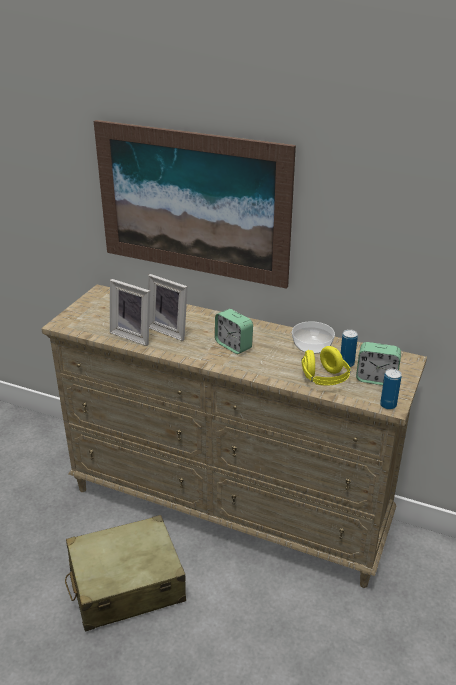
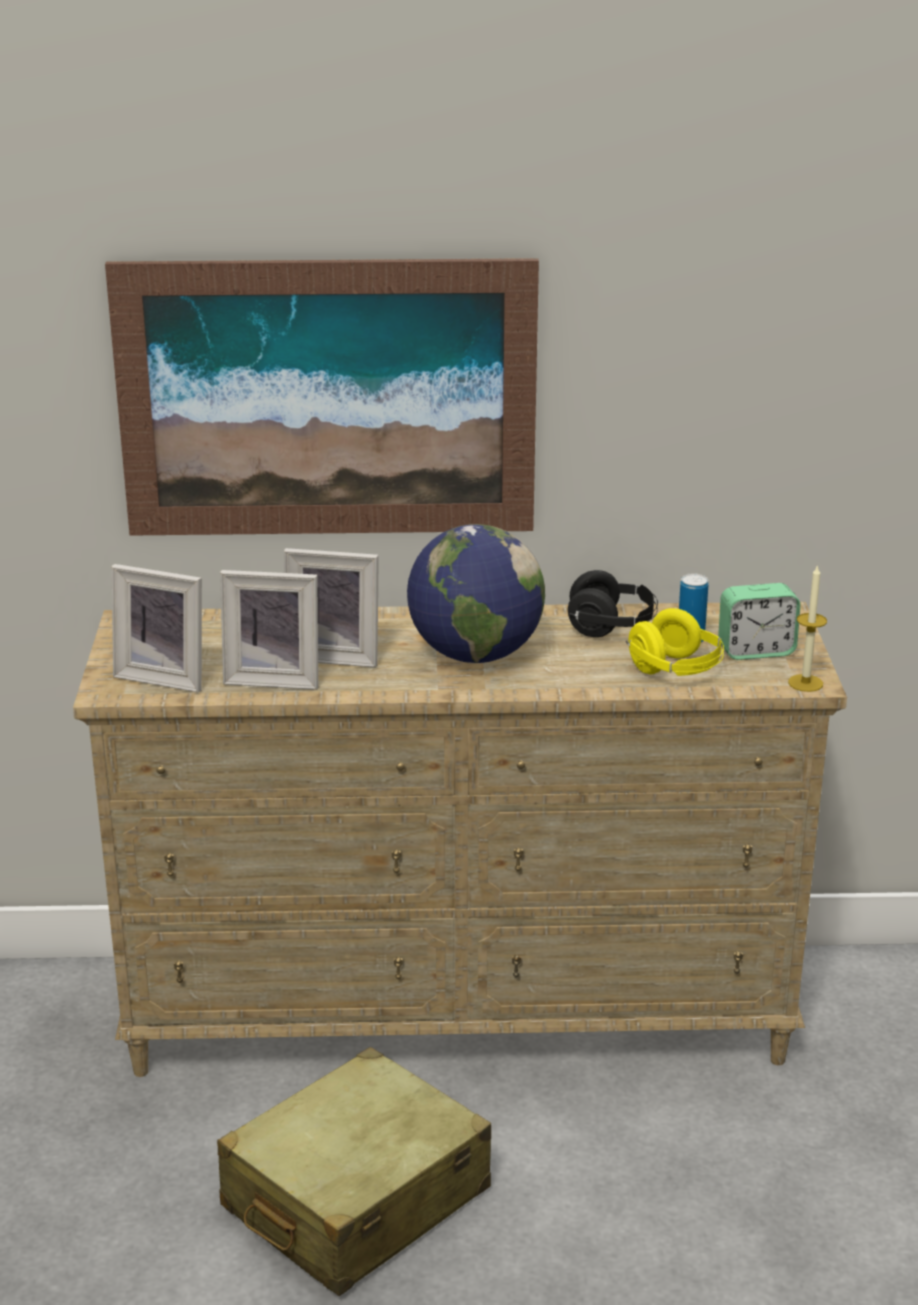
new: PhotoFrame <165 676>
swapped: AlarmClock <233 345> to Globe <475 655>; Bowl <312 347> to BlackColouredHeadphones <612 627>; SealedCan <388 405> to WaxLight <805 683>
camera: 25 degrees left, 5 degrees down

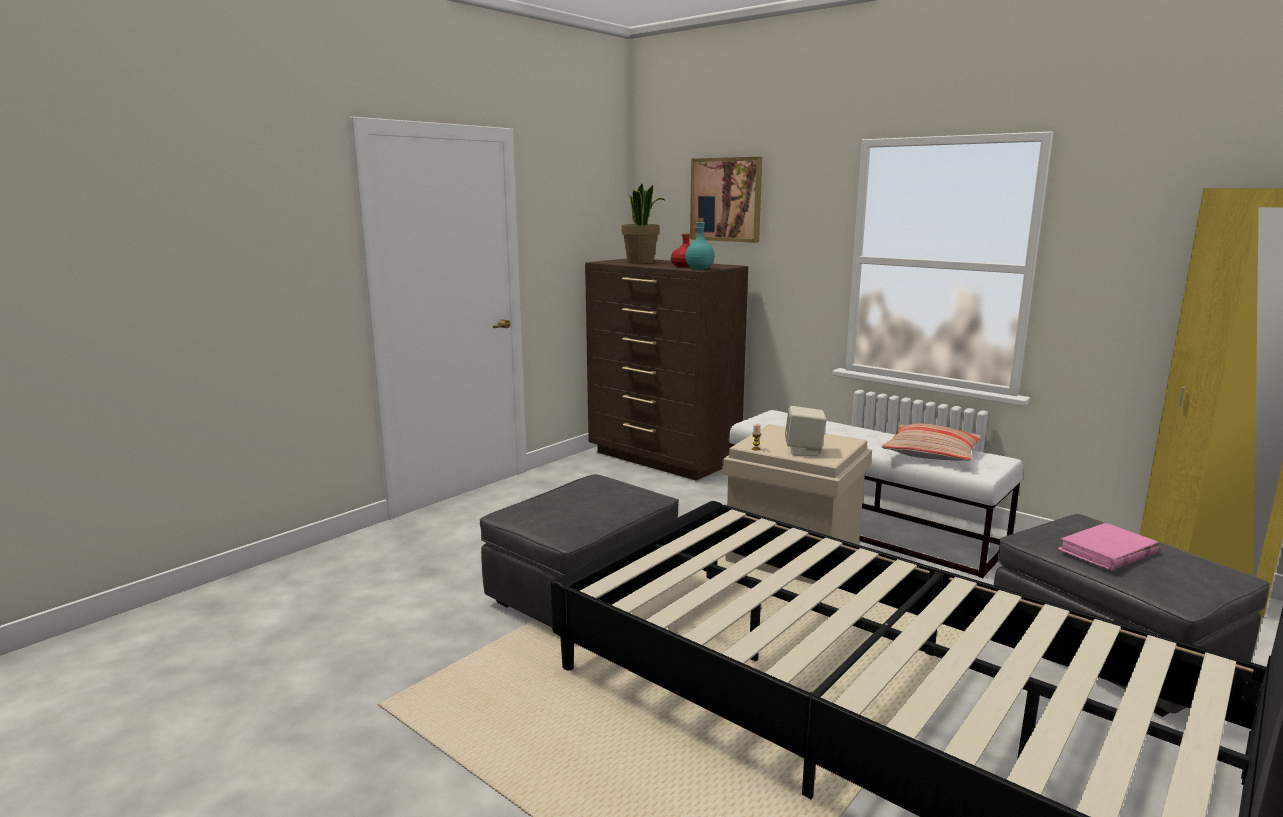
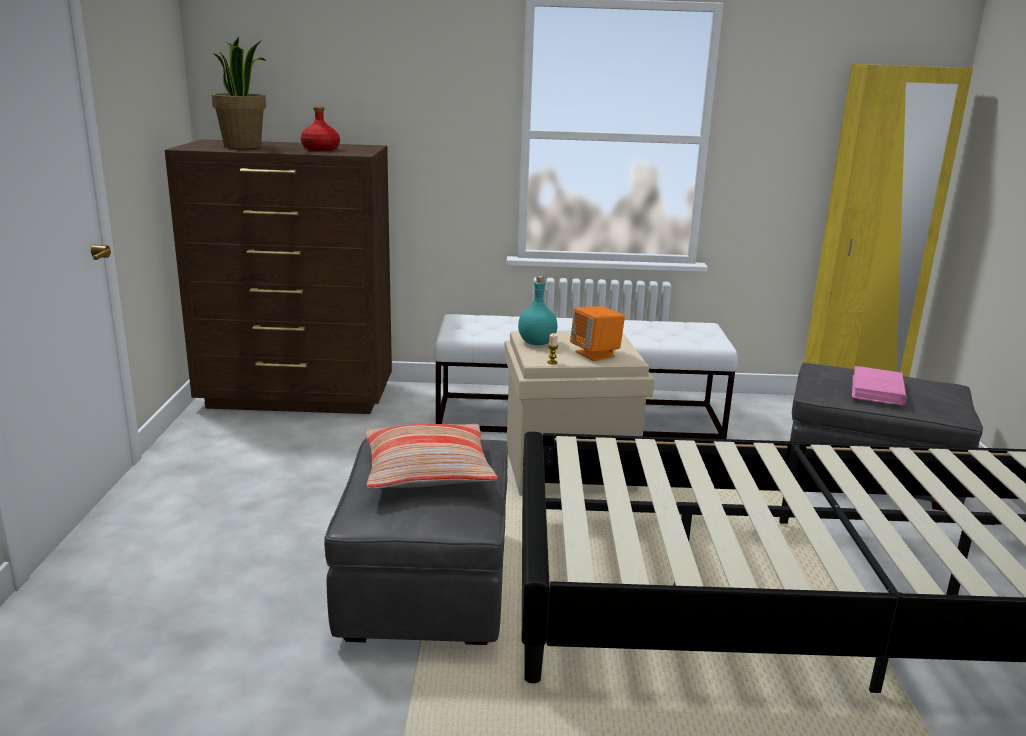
gone: WallArt <726 199>
shifted: ThrowPillow <931 454> to <427 471>; BlueGreenBeverageBottle <700 269> to <537 343>
repainted: BeigeColouredAudioSpeaker <804 451> to OrangeAudioSpeaker <596 354>
camera: 40 degrees left, 5 degrees up

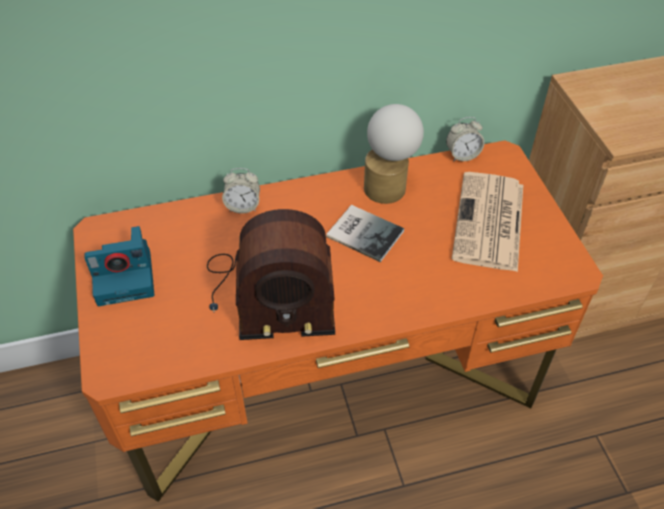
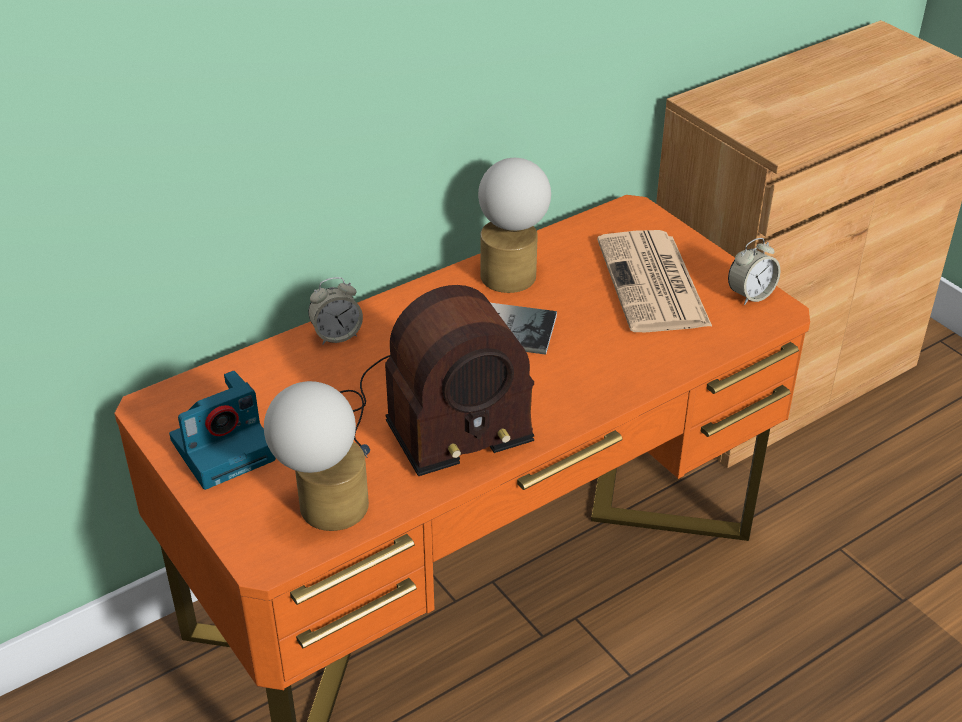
new: TabletopLamp <323 506>
shifted: AlarmClock <462 155> to <750 295>
camera: 20 degrees left, 10 degrees down

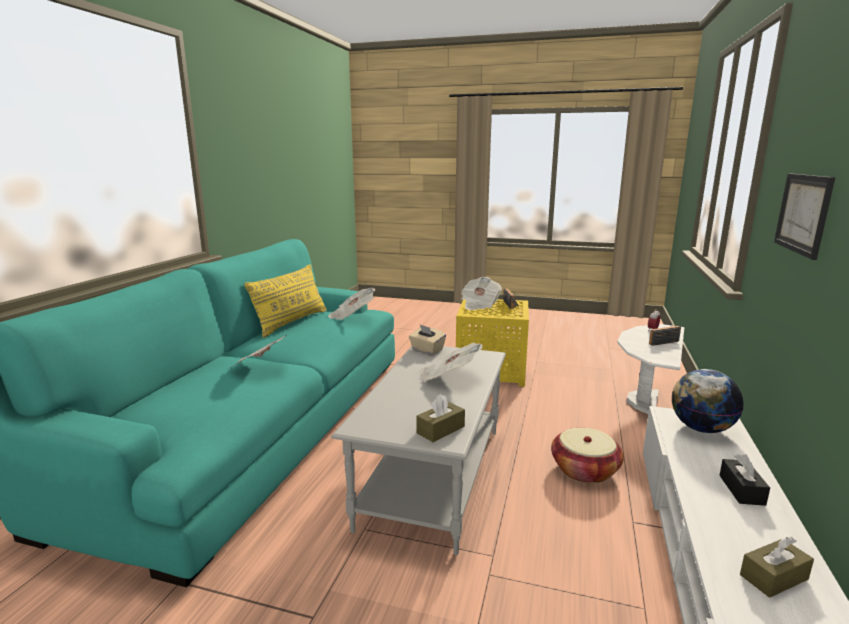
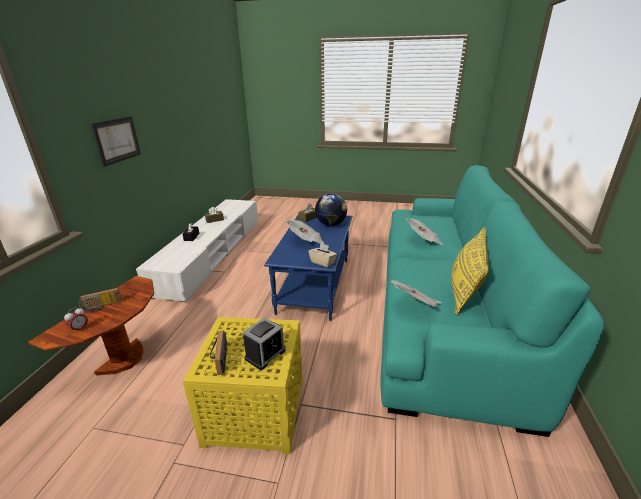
gone: HouseholdBasket <584 470>
shifted: Globe <701 428> to <331 224>
swapped: DailyPaper <479 305> to AlarmClock <265 354>
repainted: WhitishAccentTable <645 402> to BrownAccentTable <124 359>; GreyishCoffeeTable <432 475> to BlueCoffeeTable <315 285>
camera: 175 degrees right, 10 degrees up

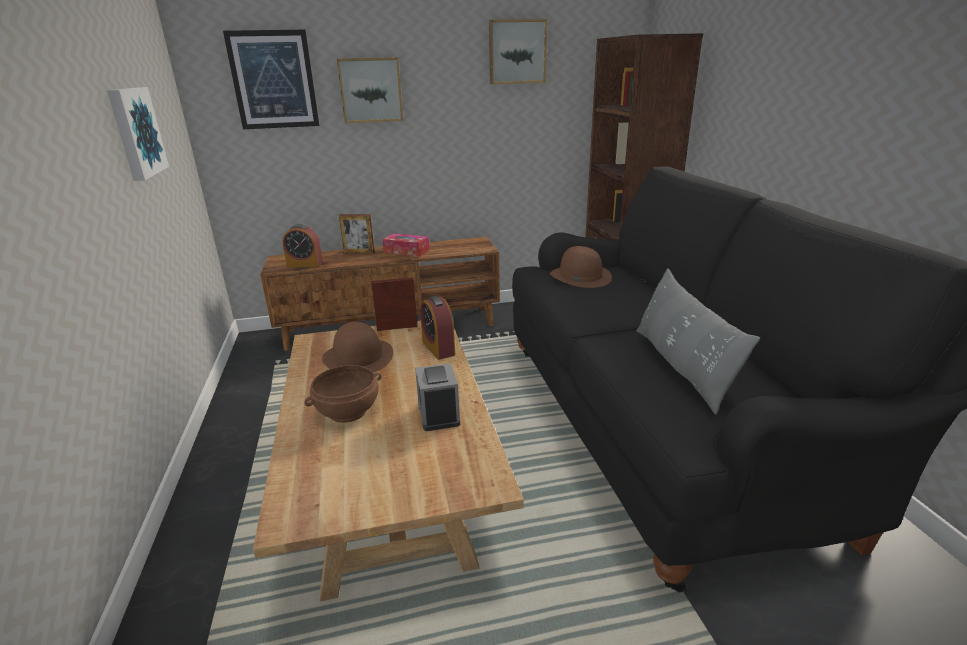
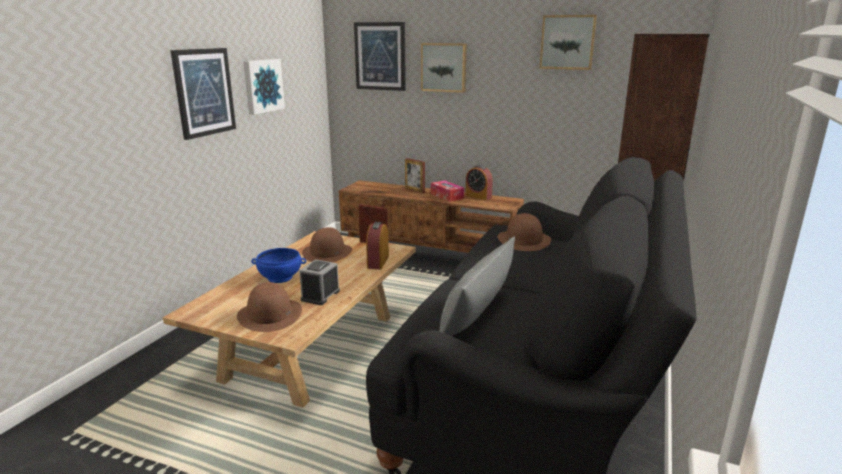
new: WallArt <204 92>; BrownClothingHat <270 315>
shifted: AlarmClock <305 264> to <478 196>
repainted: BrownBowl <348 412> to BlueBowl <280 278>
camera: 35 degrees right, 5 degrees down

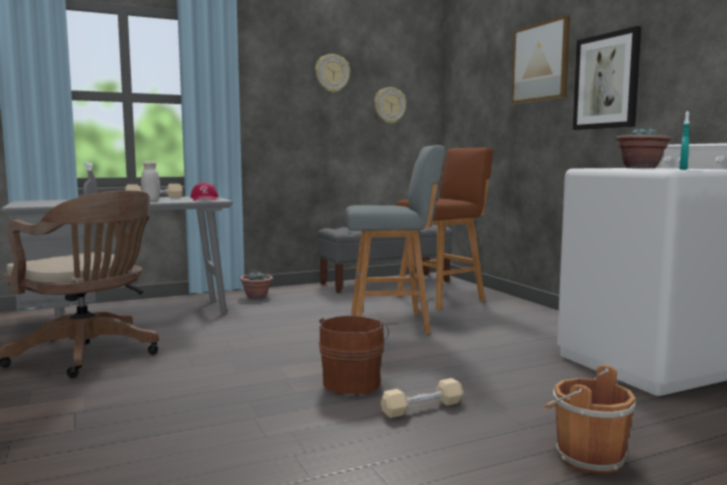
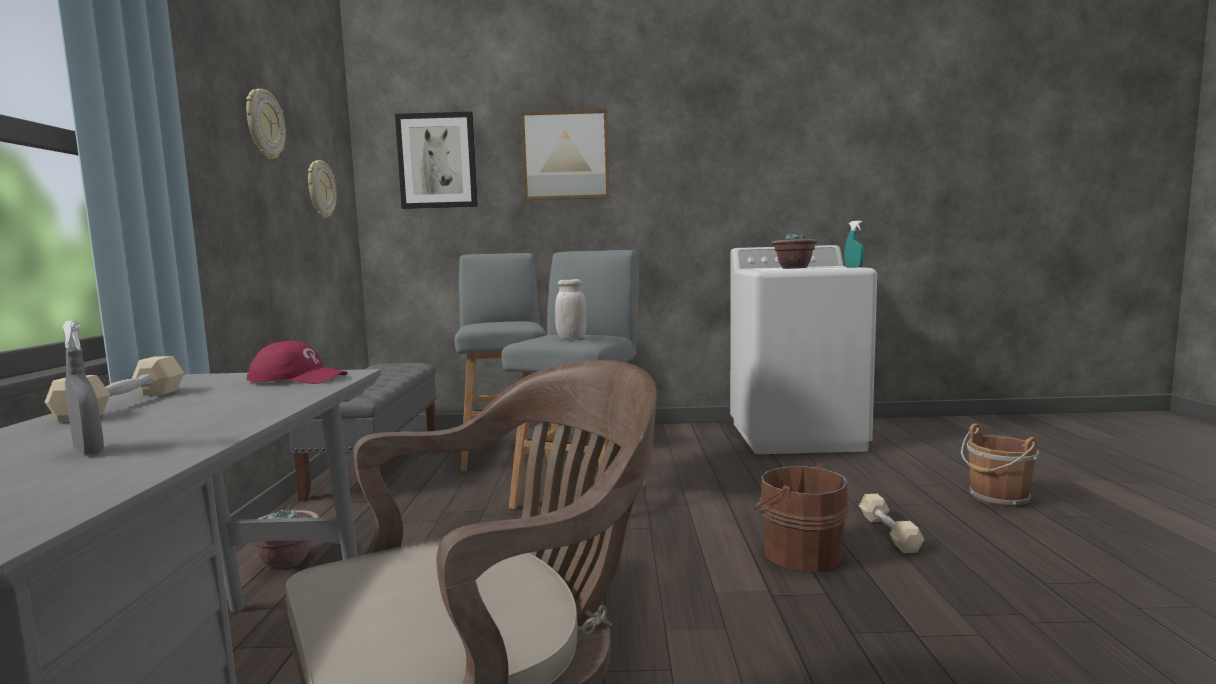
shifted: WallArt <606 81> to <437 161>; WhitishJar <151 200> to <571 338>
repainted: BrownStoolSeat <442 298> to GreyishStoolSeat <507 453>
camera: 65 degrees left, 0 degrees up

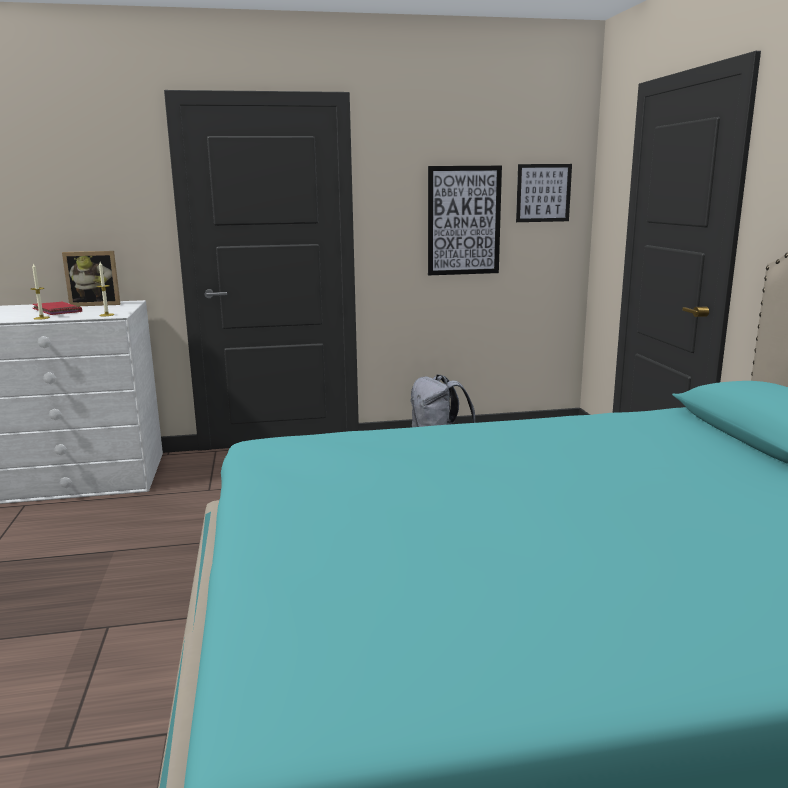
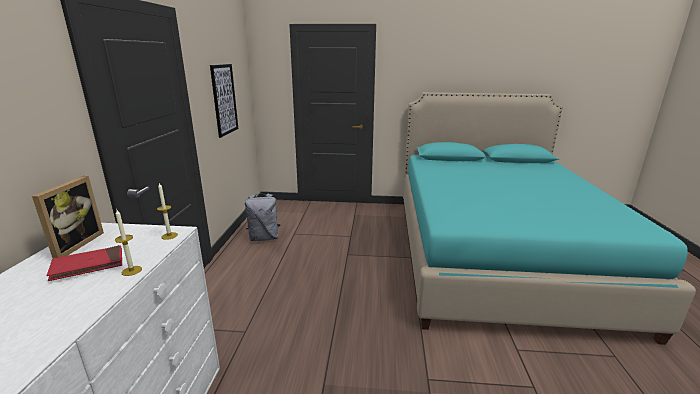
gone: WallArt <543 193>
camera: 75 degrees left, 5 degrees up

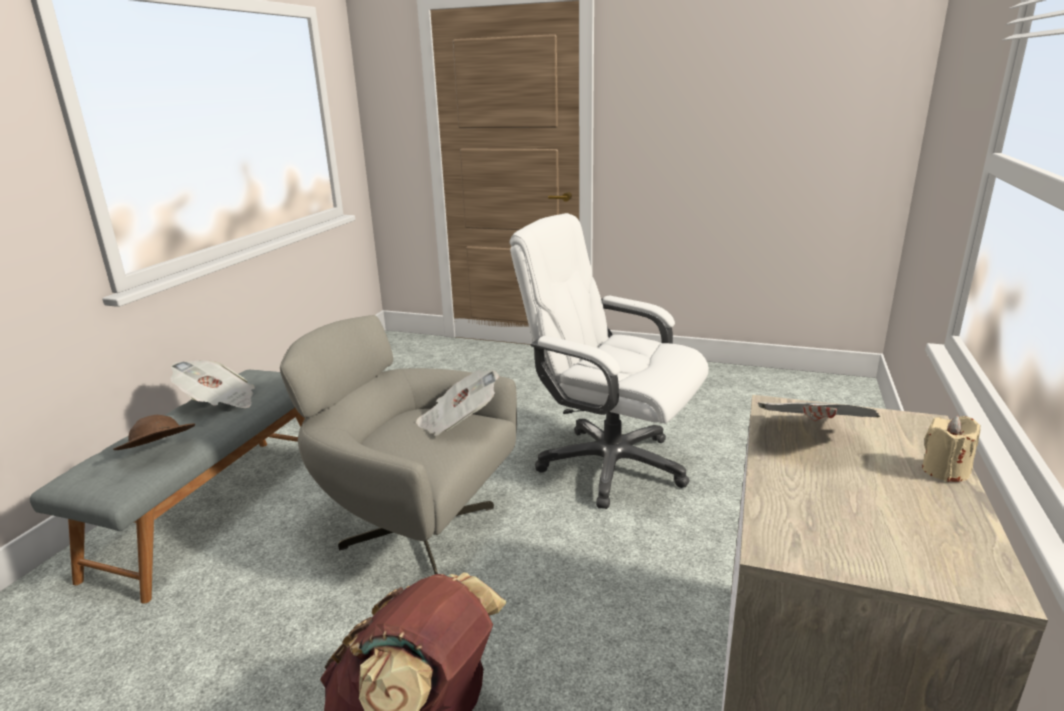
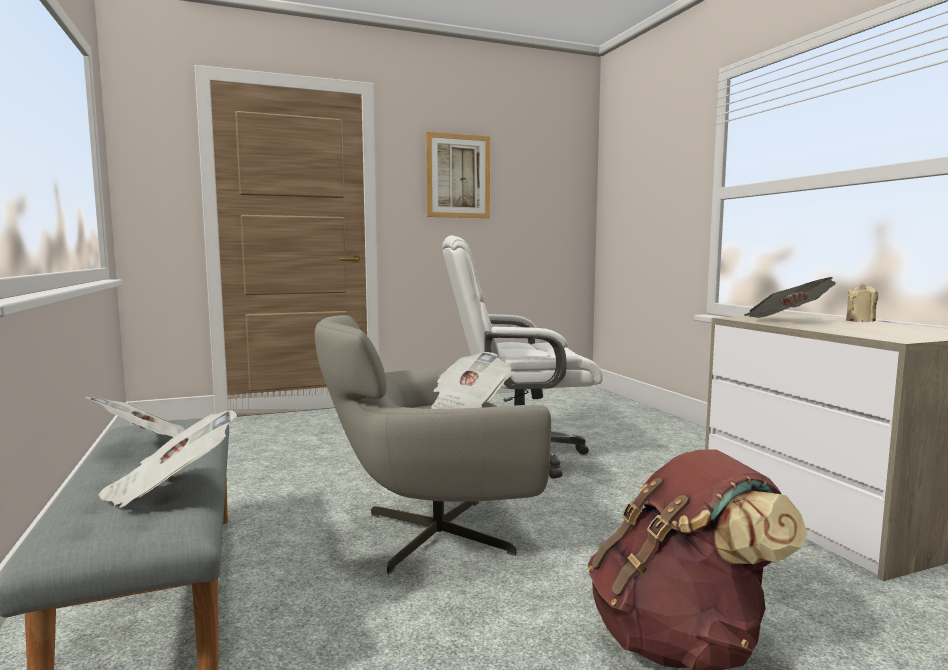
new: WallArt <458 176>
swapped: BrownClothingHat <159 453> to DailyPaper <170 490>
camera: 40 degrees left, 15 degrees down

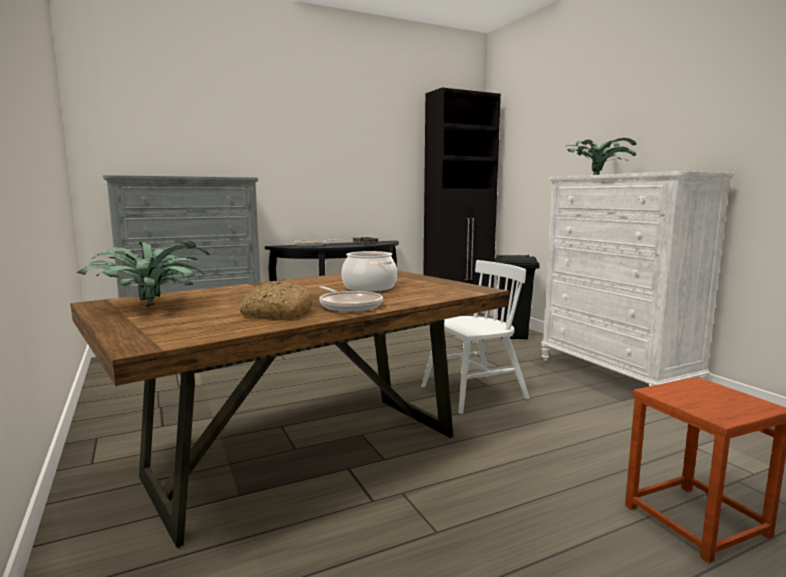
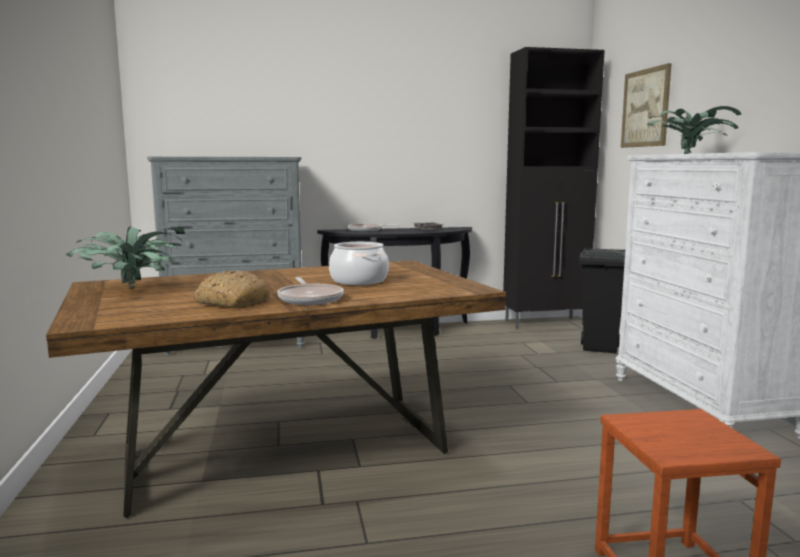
gone: WhitishUprightChair <473 393>
new: WallArt <645 108>
camera: 15 degrees right, 0 degrees up

